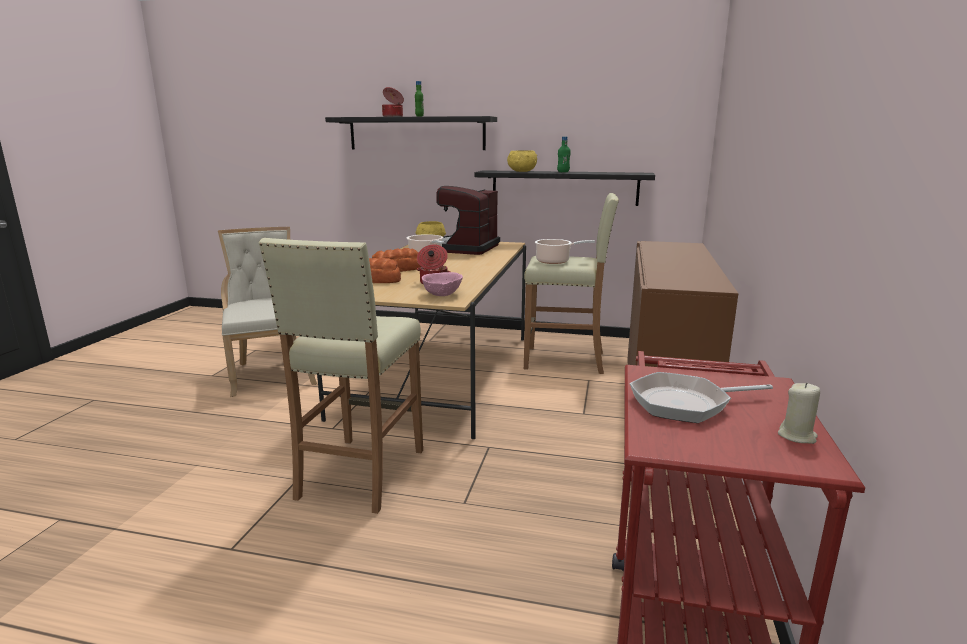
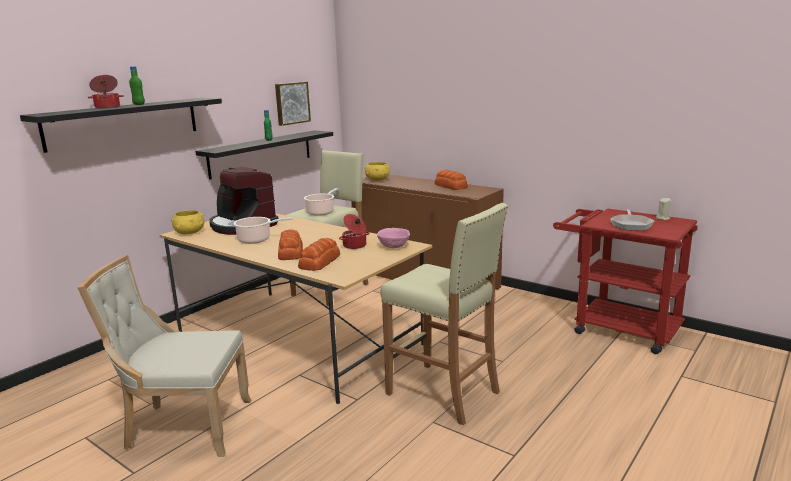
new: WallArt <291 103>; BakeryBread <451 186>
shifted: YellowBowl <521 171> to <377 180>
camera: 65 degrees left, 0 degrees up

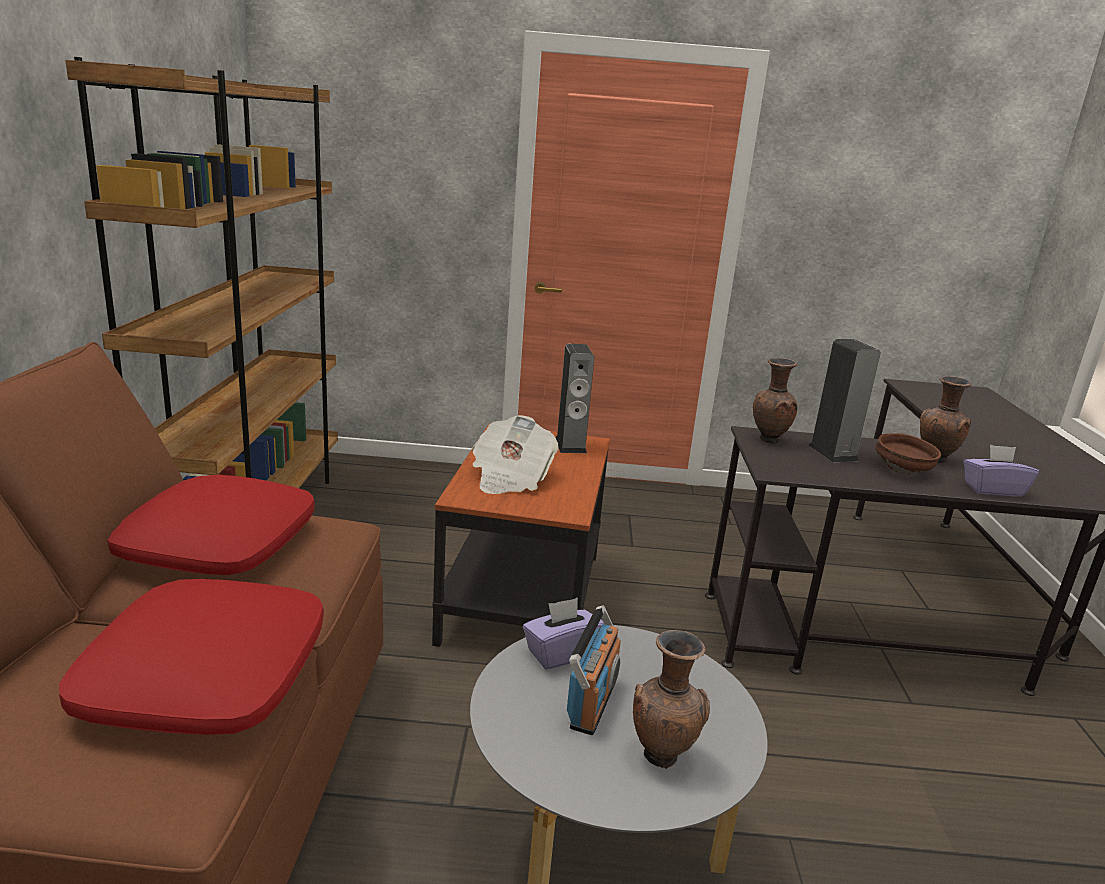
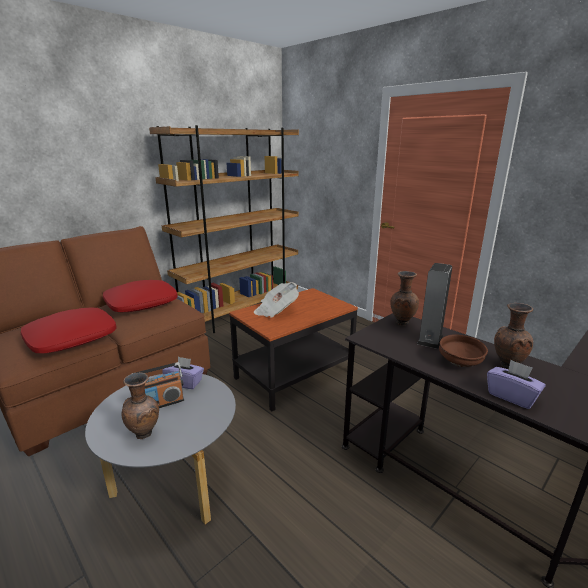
gone: AudioSpeaker <570 445>
camera: 45 degrees right, 0 degrees up

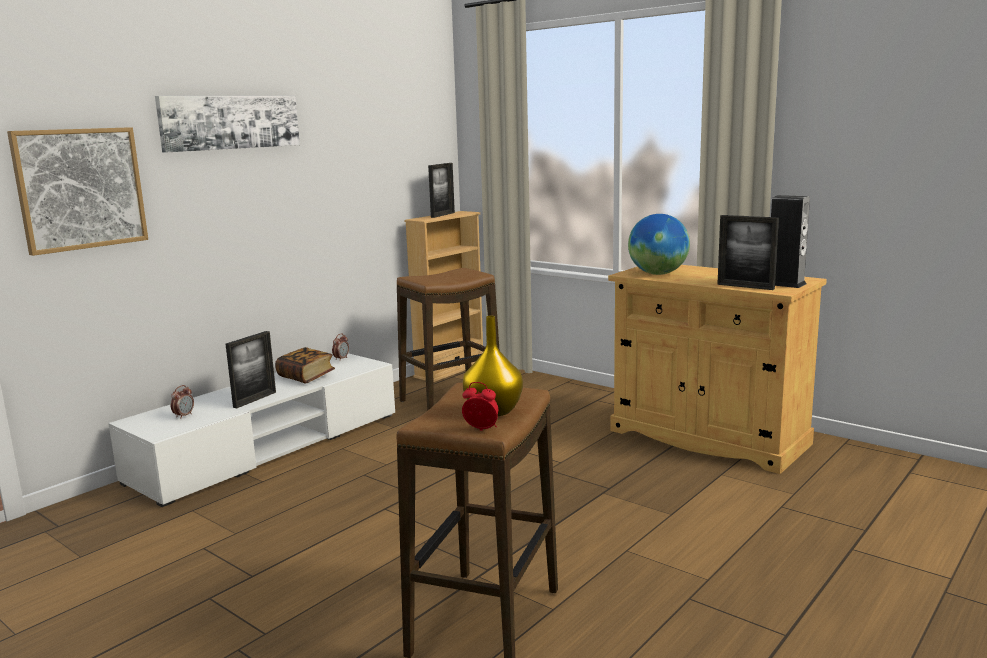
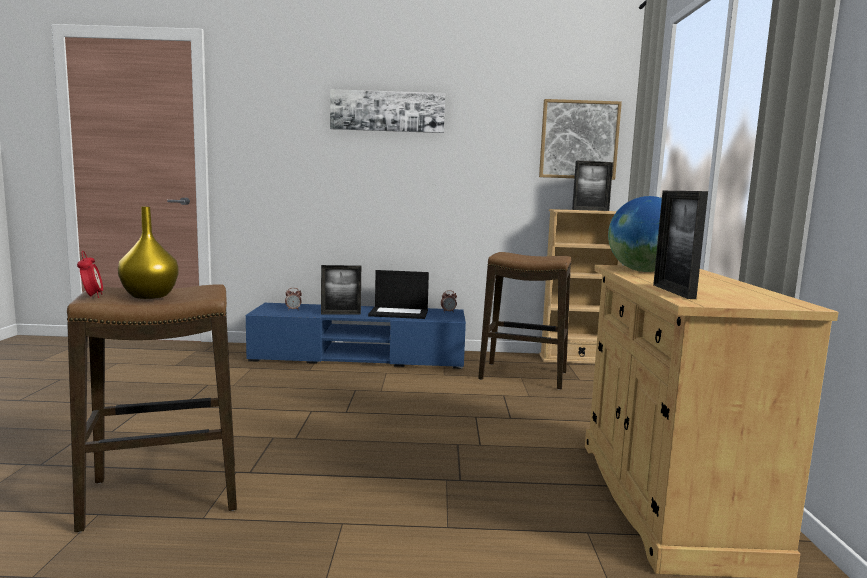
gone: AudioSpeaker <785 284>
shifted: WallArt <80 189> to <579 140>
swapped: Volume <306 377> to Laptop <399 313>
repainted: WhitishTvStand <269 447> to BlueTvStand <359 356>
camera: 50 degrees right, 5 degrees down

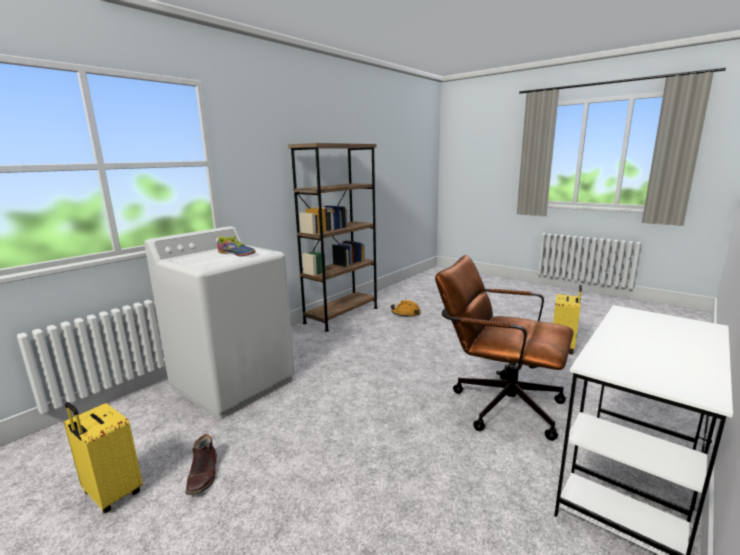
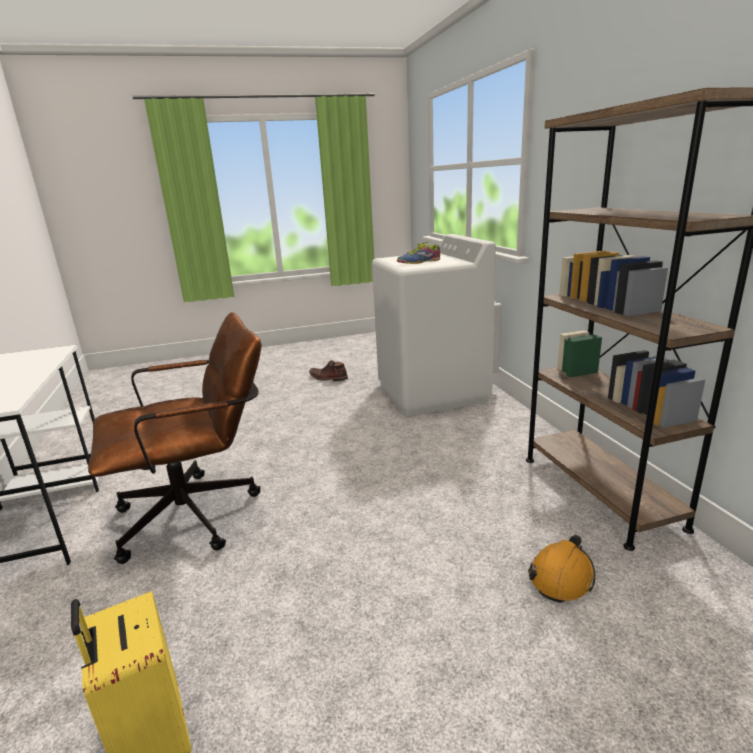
gone: YellowPieceOfLuggage <111 494>
camera: 125 degrees right, 5 degrees up

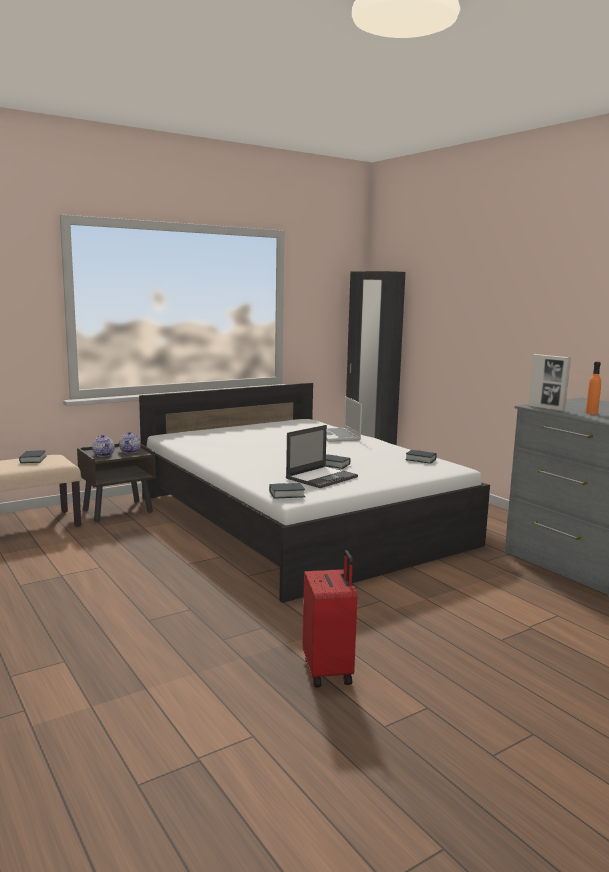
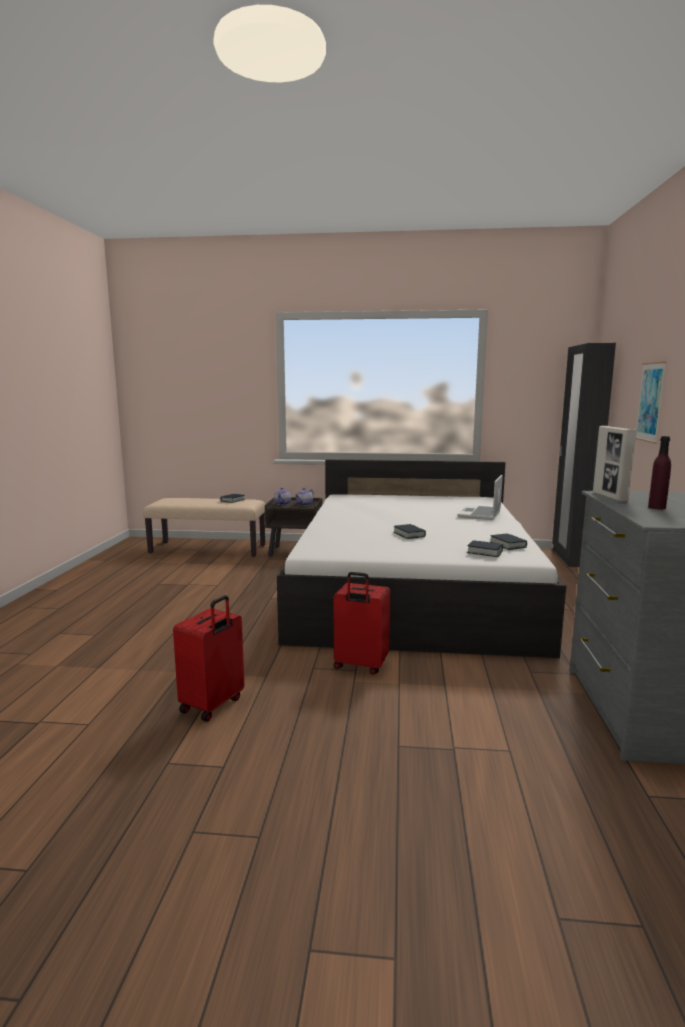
gone: Laptop <322 477>
new: ReddishPieceOfLuggage <360 665>; WallArt <650 402>
shifted: Volume <286 494> to <484 552>
repainted: OrangeBeverageBottle <591 413> to PurpleBeverageBottle <657 507>
camera: 40 degrees right, 0 degrees up

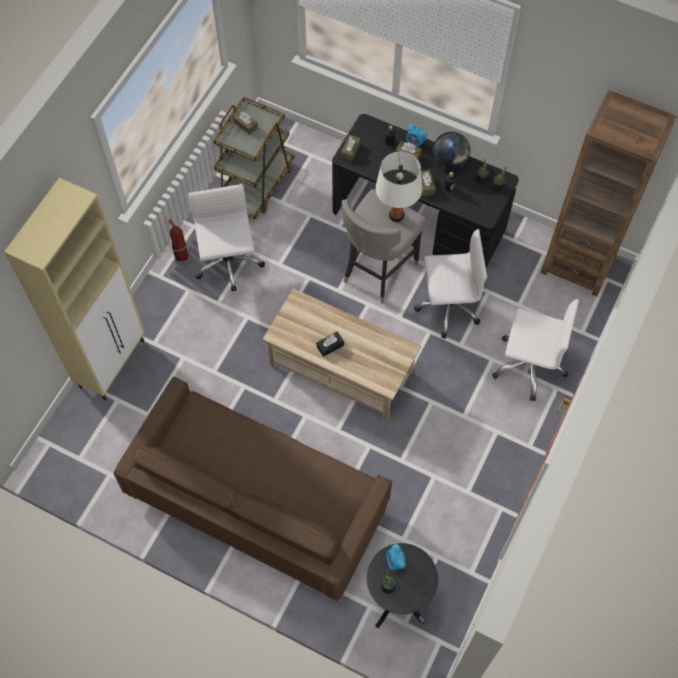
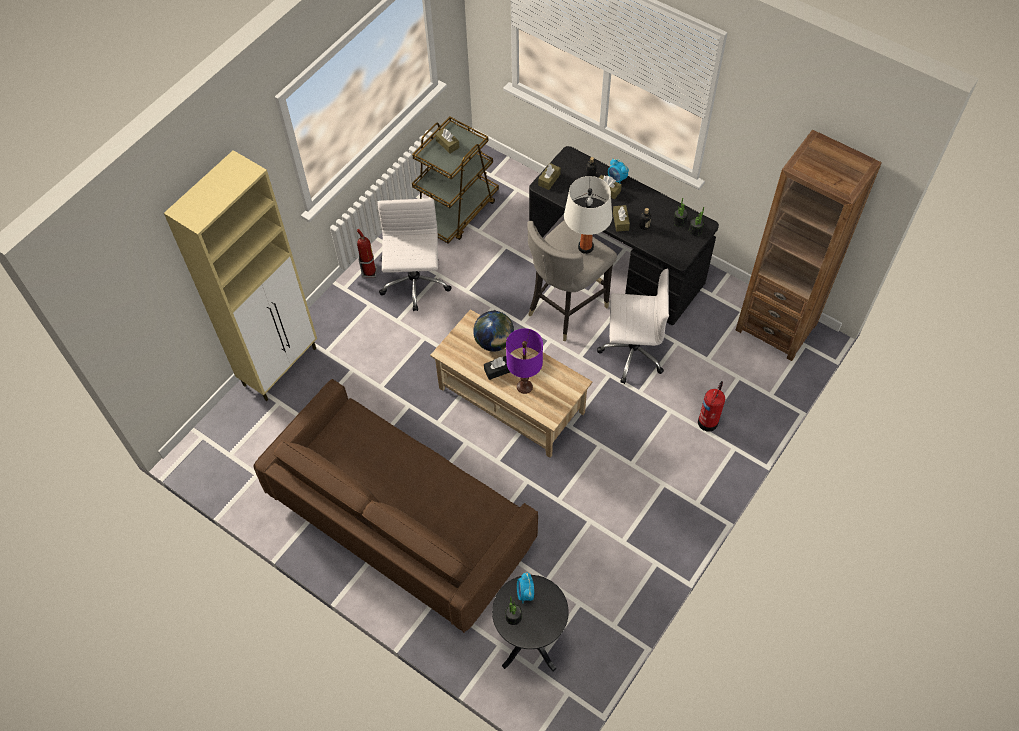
new: PurpleTabletopLamp <525 386>
shifted: Globe <449 162> to <494 342>
swapped: WhitishOfficeChair <529 365> to FireExtinguisher <708 421>
camera: 10 degrees right, 5 degrees down

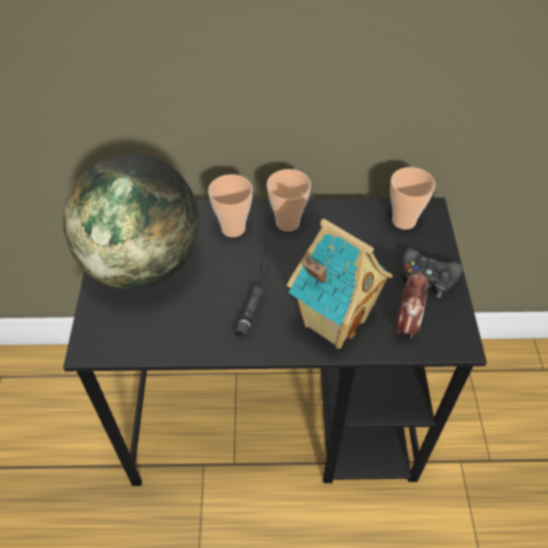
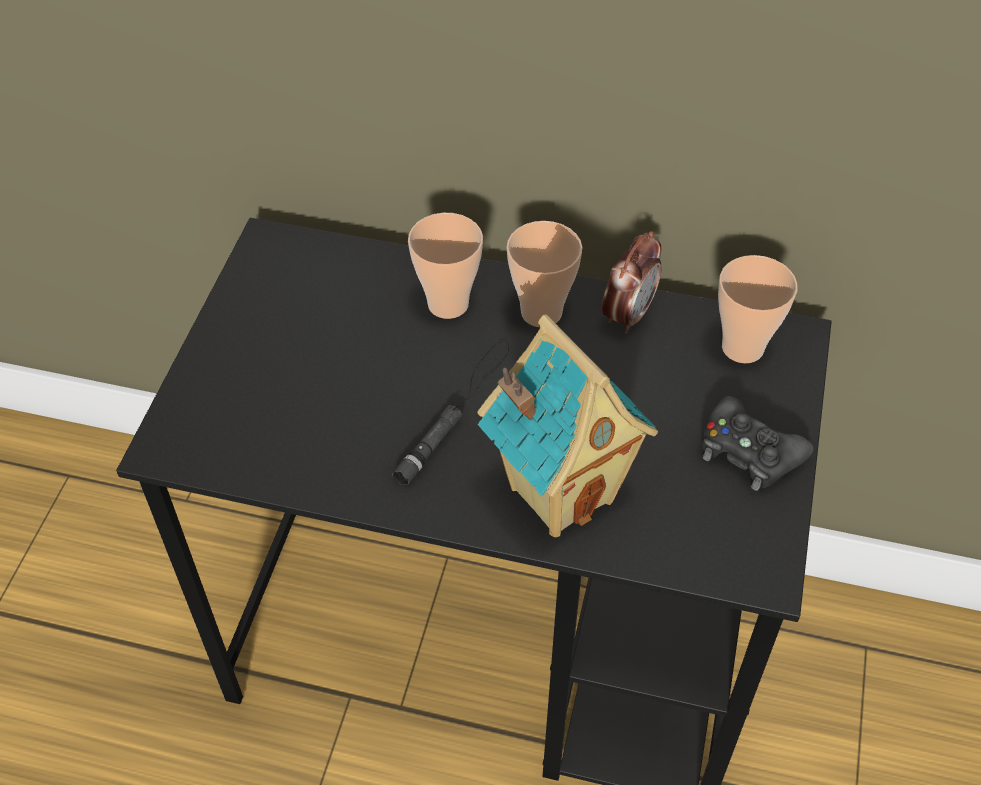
gone: Globe <143 264>
shifted: AlarmClock <406 324> to <628 314>
camera: 15 degrees right, 0 degrees up

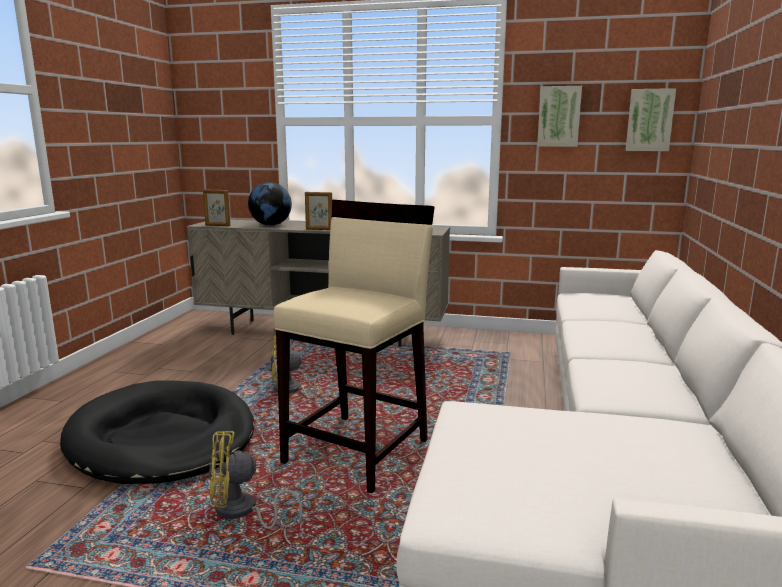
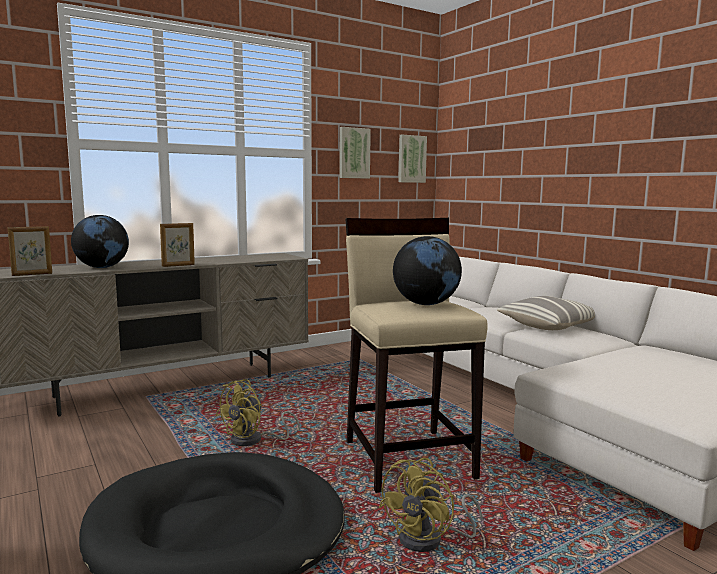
new: Globe <426 304>; ThrowPillow <549 326>
camera: 45 degrees left, 5 degrees down

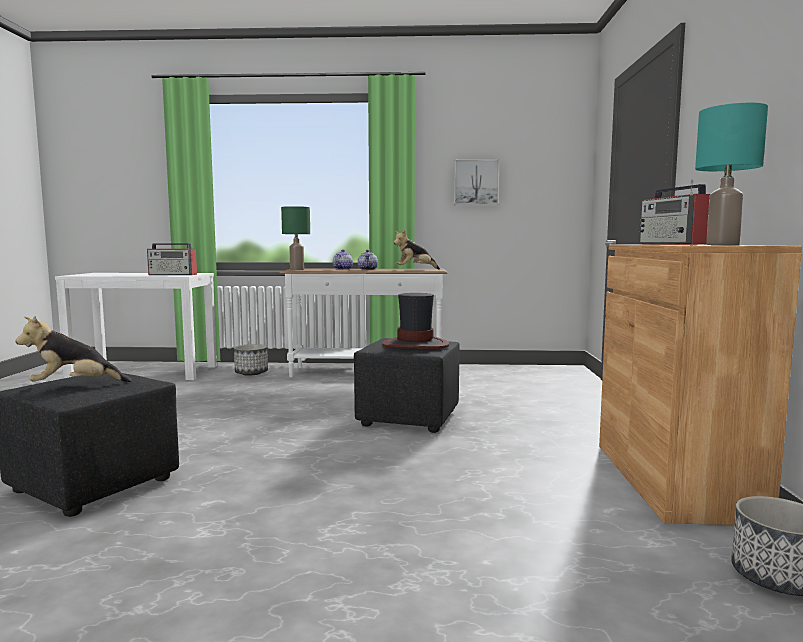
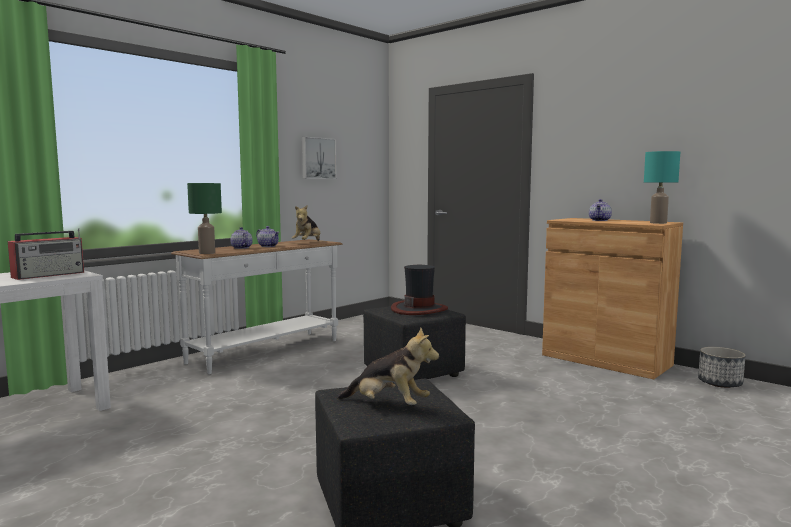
gone: PlantPot <251 373>
swapped: Radio <675 244> to PotForTea <600 220>
rotated: PlushToy <75 386> = <388 405> 90 degrees counterclockwise
camera: 50 degrees left, 0 degrees up

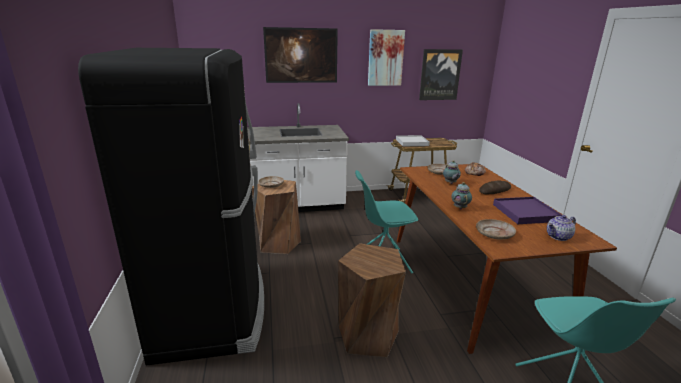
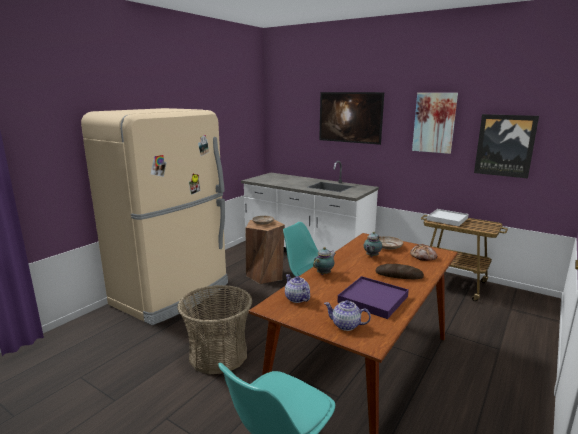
swapped: BrownStoolSeat <368 335> to HouseholdBasket <218 355>; BeigeColouredFlatDish <494 234> to PotForTea <297 299>
repainted: BlackColouredRefrigerator <213 307> to BeigeColouredRefrigerator <173 294>
camera: 45 degrees right, 5 degrees down

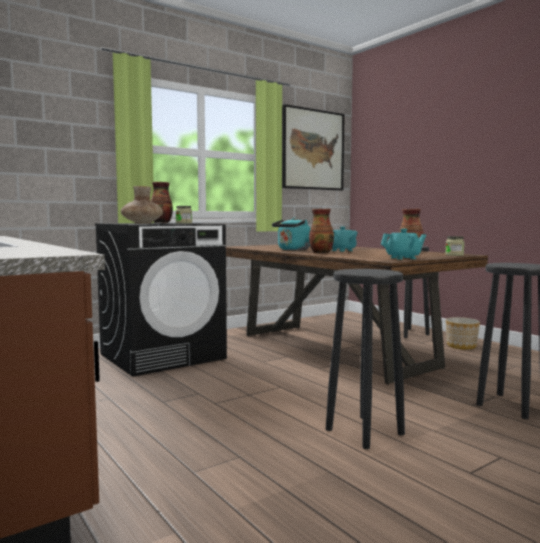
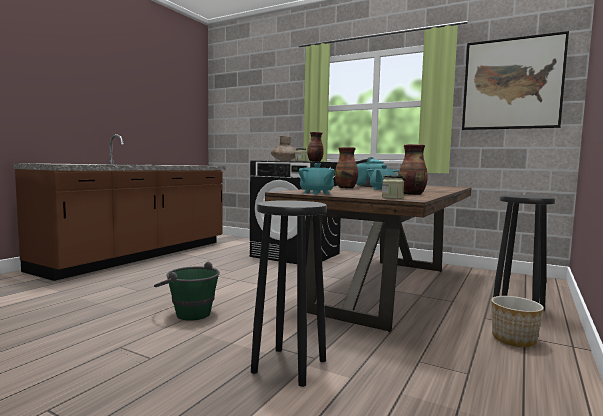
swapped: BlackColouredStoolSeat <364 431> to GreenishBucket <187 312>
camera: 65 degrees right, 0 degrees up

